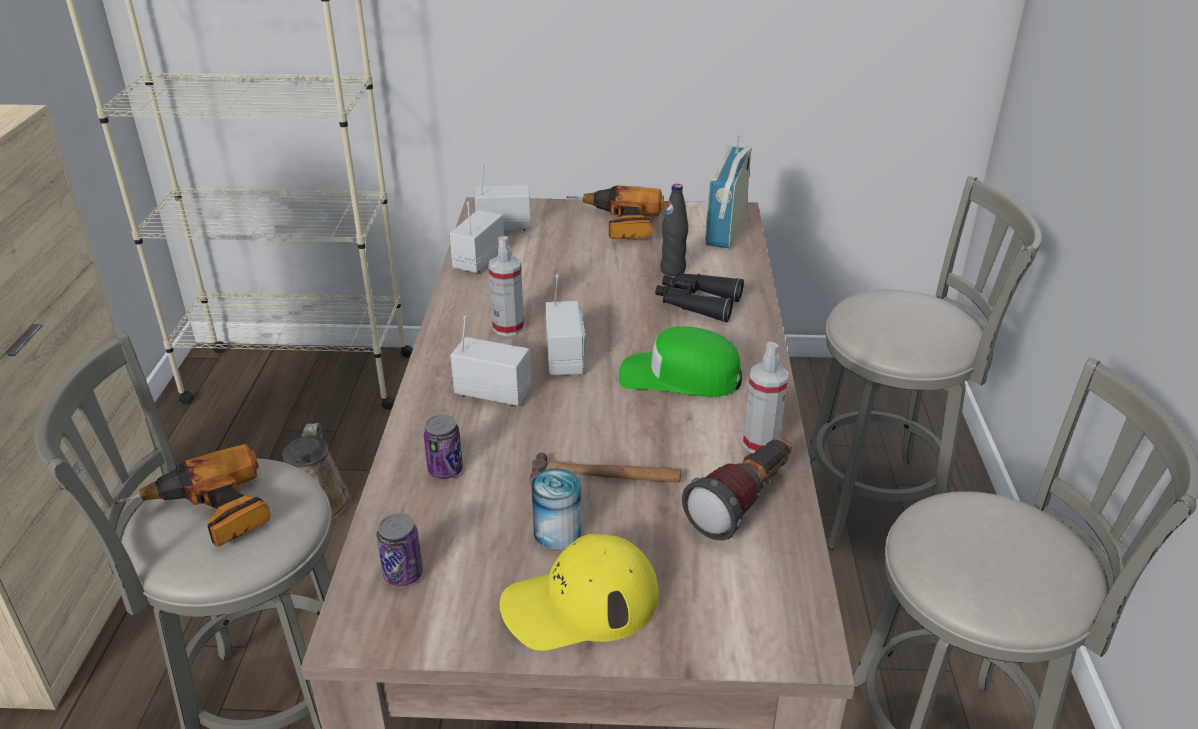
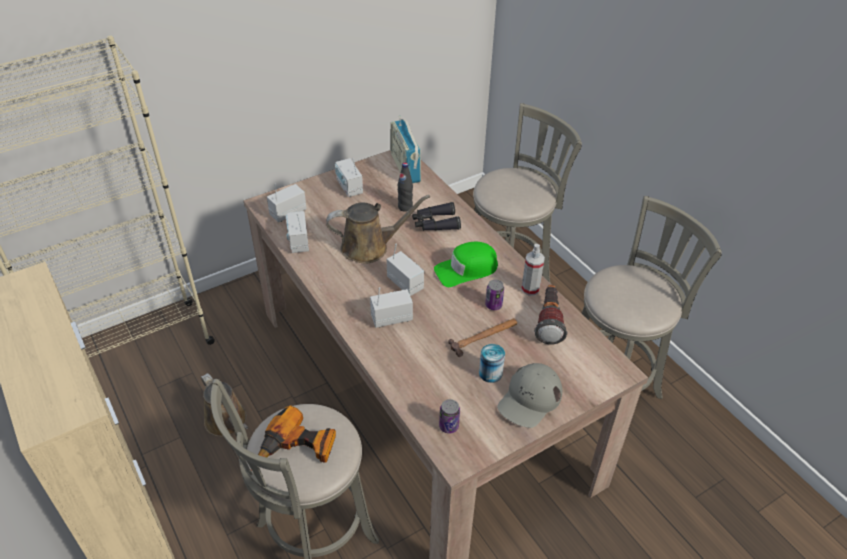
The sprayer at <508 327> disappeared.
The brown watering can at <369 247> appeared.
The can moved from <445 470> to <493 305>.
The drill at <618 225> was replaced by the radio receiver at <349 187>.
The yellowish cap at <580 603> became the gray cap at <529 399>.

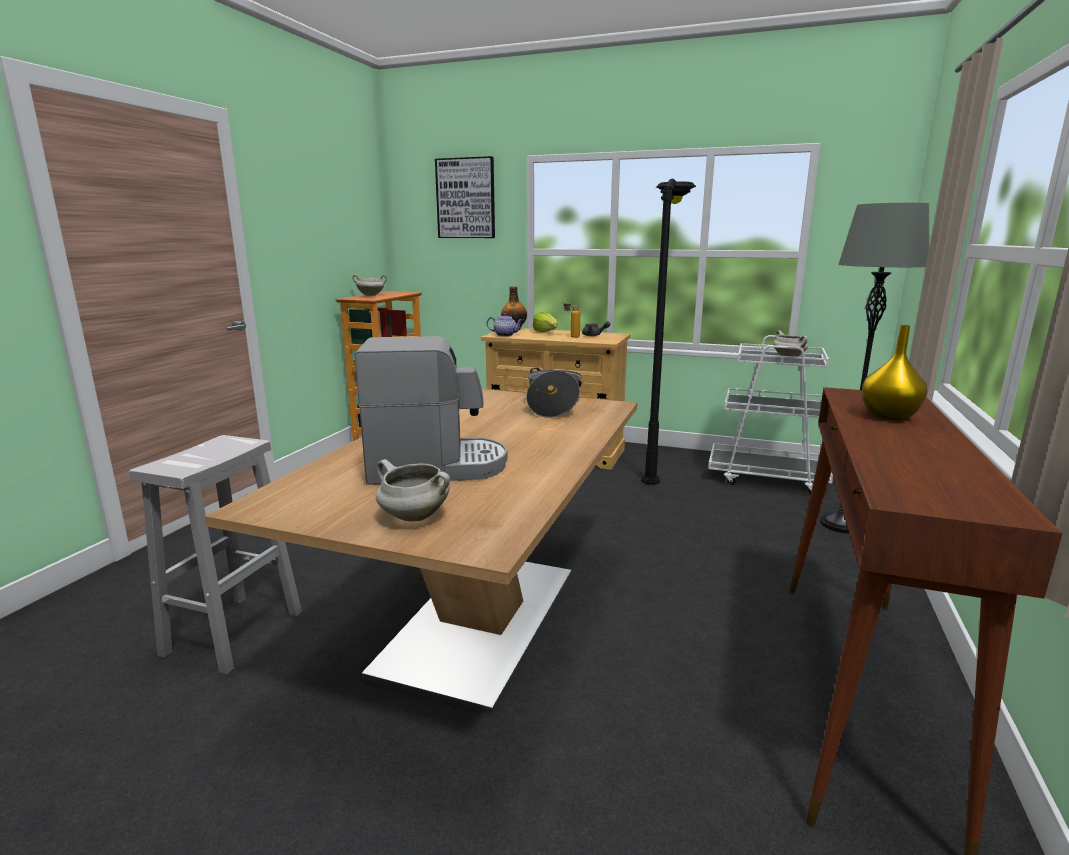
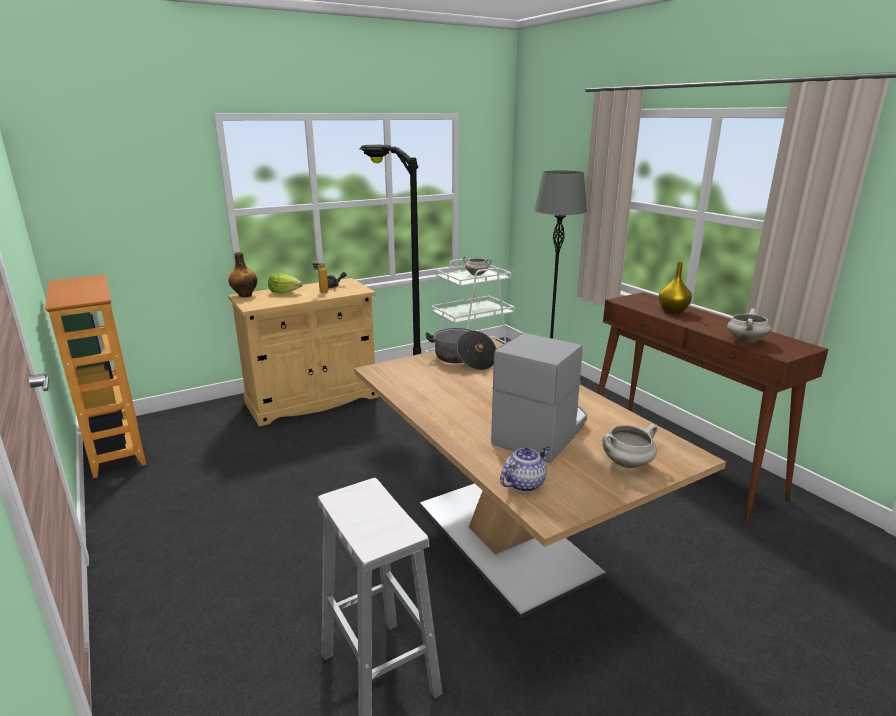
The picture at <466 198> disappeared.
The white saucepot moved from <371 295> to <745 340>.
The tea pot moved from <505 335> to <524 483>.

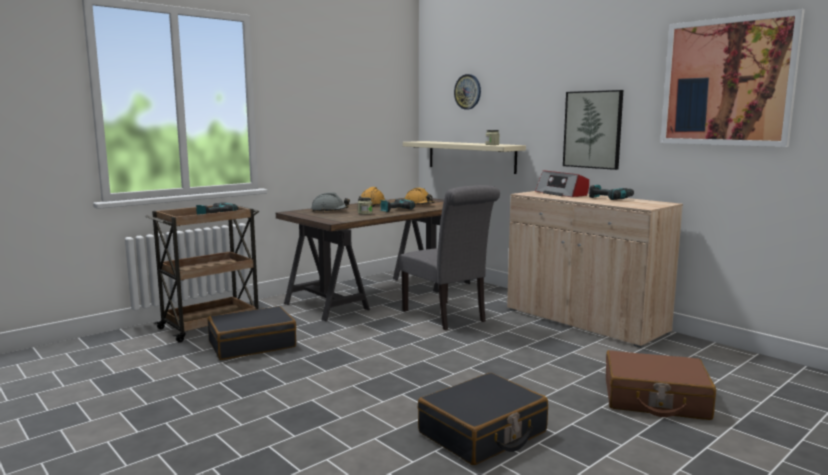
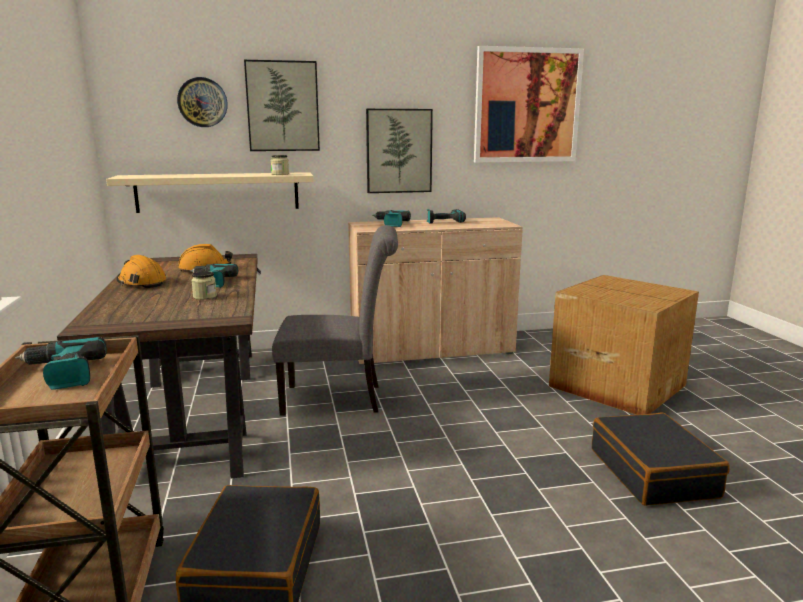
The gray hard hat at <330 211> disappeared.
The picture at <282 106> appeared.
The radio receiver at <562 194> was replaced by the drill at <391 224>.
The brown piece of luggage at <655 399> was replaced by the packing box at <616 385>.

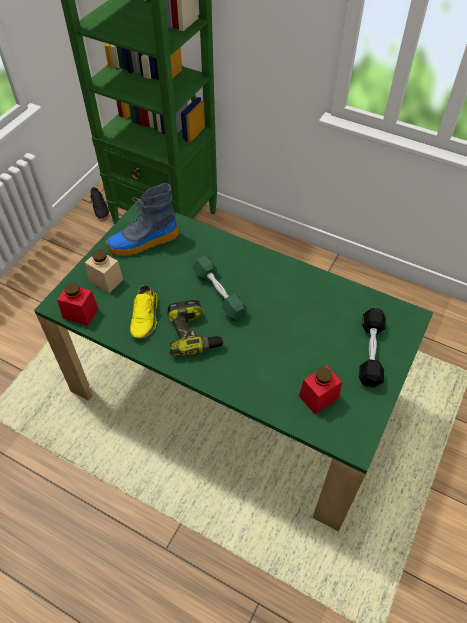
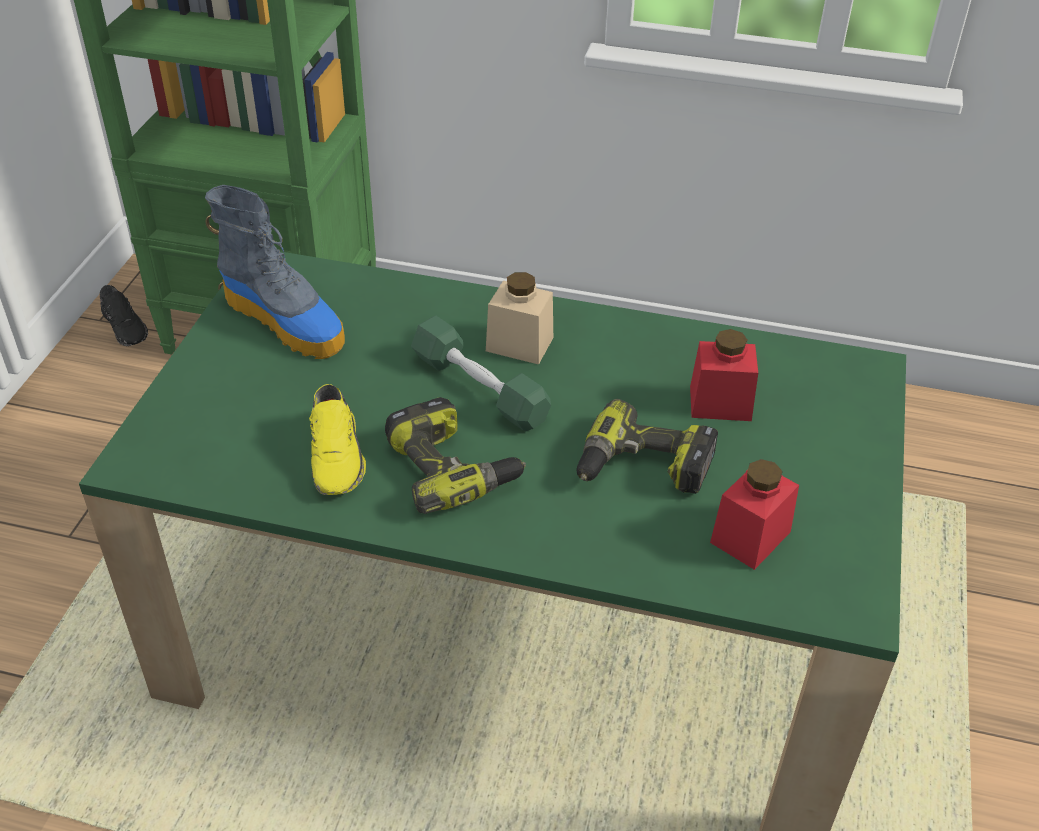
The black-coloured hand weight at <370 352> disappeared.
The drill at <643 468> appeared.
The reddish preserve jar moved from <80 313> to <720 403>.
The beige preserve jar moved from <106 280> to <519 344>.
The tall boot at <143 242> turned 105 degrees counterclockwise.

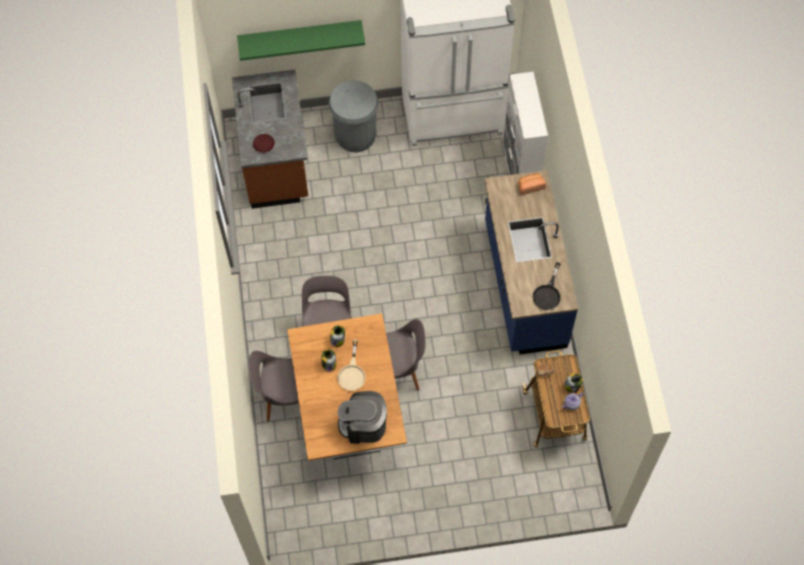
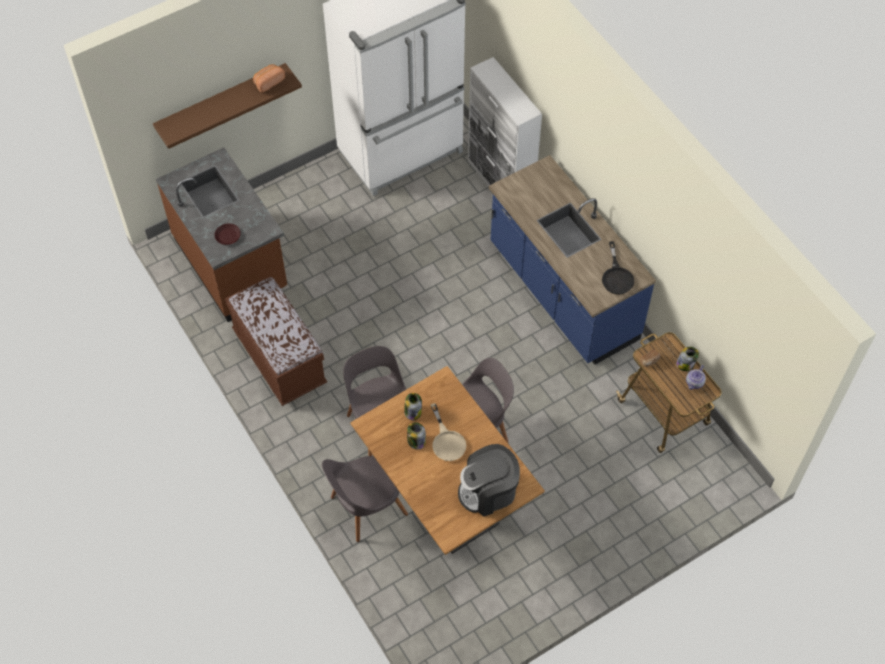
The gray waste bin at <355 135> disappeared.
The brown bench at <279 358> appeared.
The baked bread moved from <530 186> to <268 82>.
The green-coloured shelf at <300 34> became the brown shelf at <221 102>.

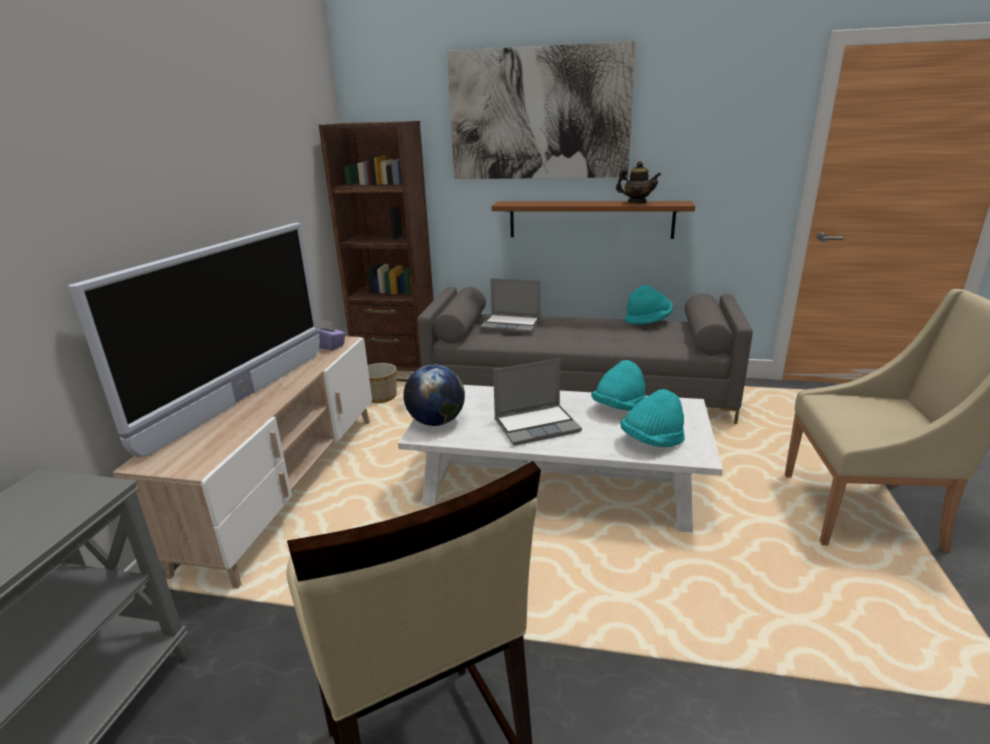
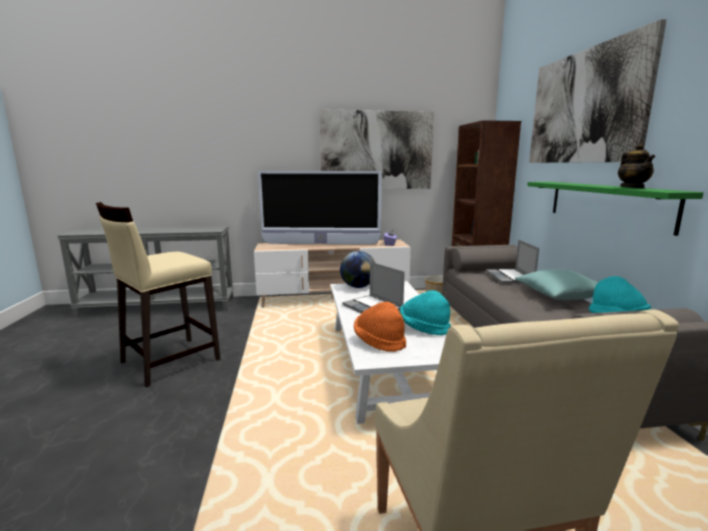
The picture at <376 150> appeared.
The blue-green throw pillow at <561 296> appeared.
The brown shelf at <590 219> became the green-coloured shelf at <606 204>.
The blue-green clothing hat at <651 441> became the orange clothing hat at <379 342>.

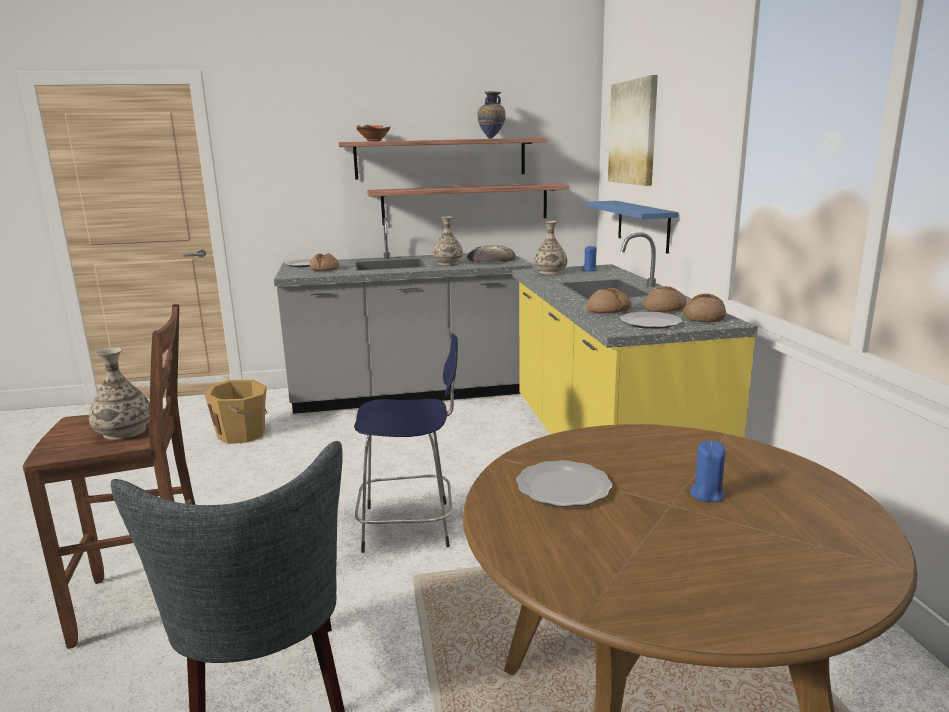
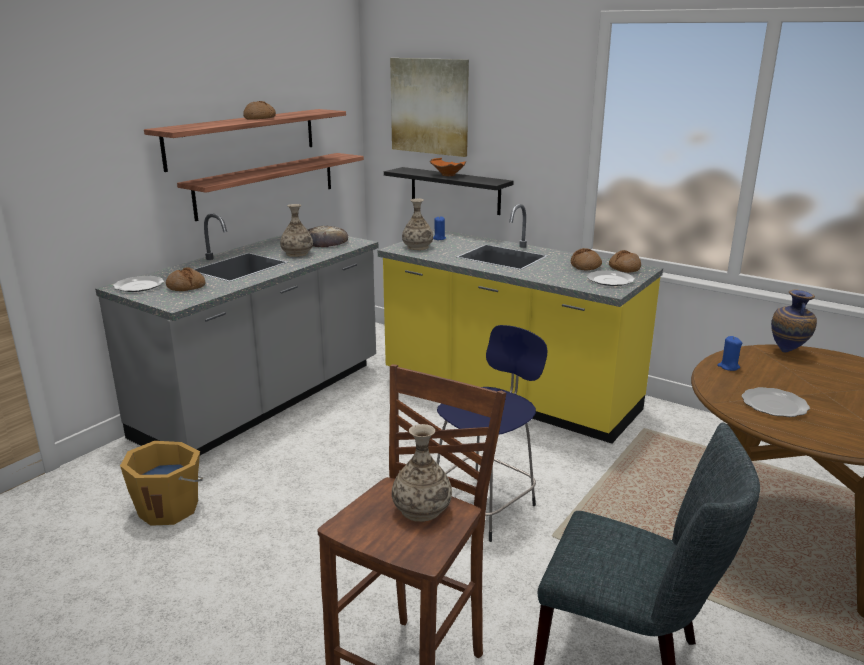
The orange serving bowl moved from <372 141> to <447 175>.
The vase moved from <491 138> to <788 352>.
The baked bread moved from <608 310> to <260 118>.
The bluish wax candle moved from <706 494> to <728 367>.
The bluish shelf at <643 225> became the black-coloured shelf at <455 190>.

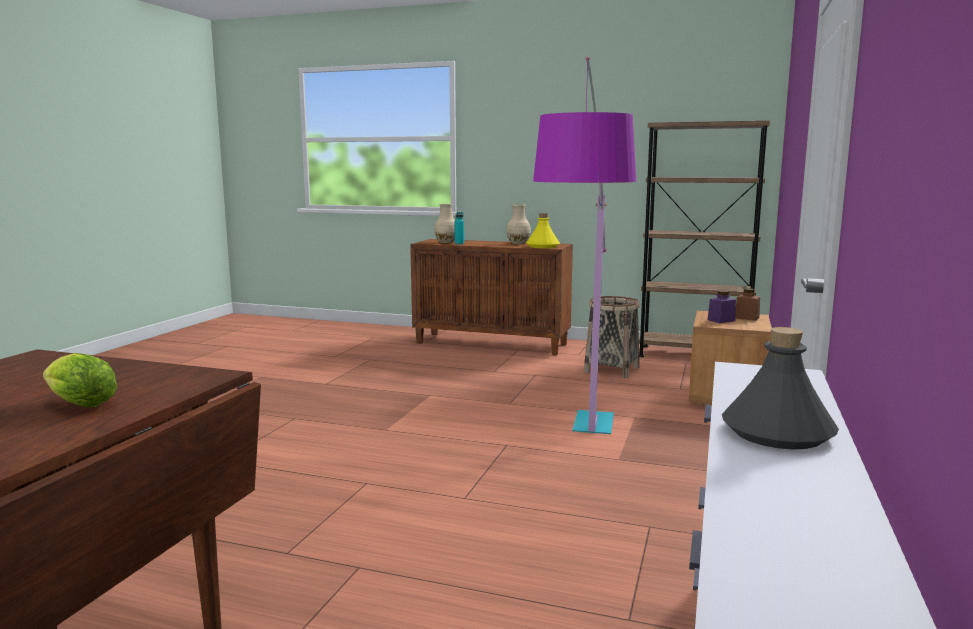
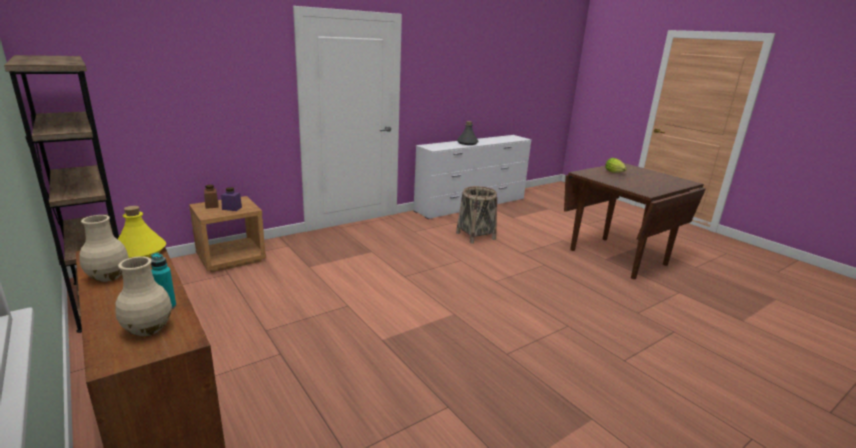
The floor lamp at <584 464> disappeared.
The storage basket moved from <611 370> to <476 236>.

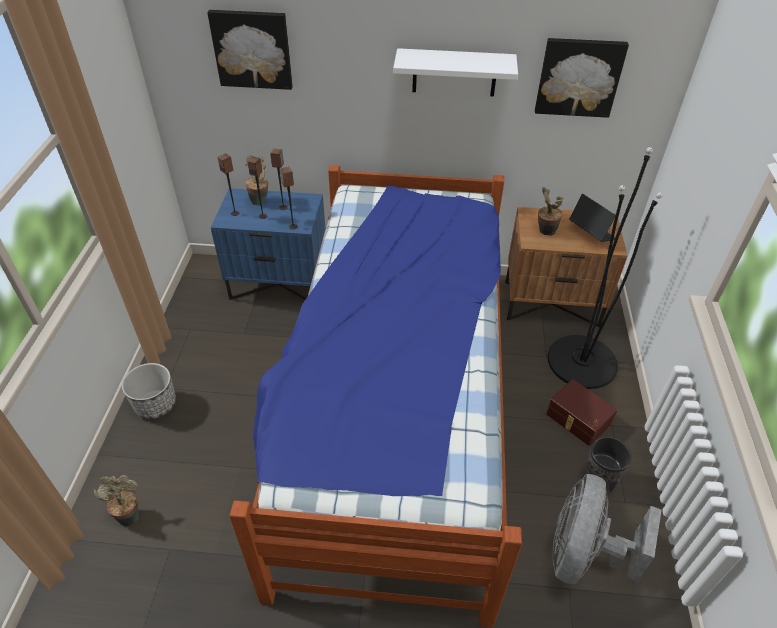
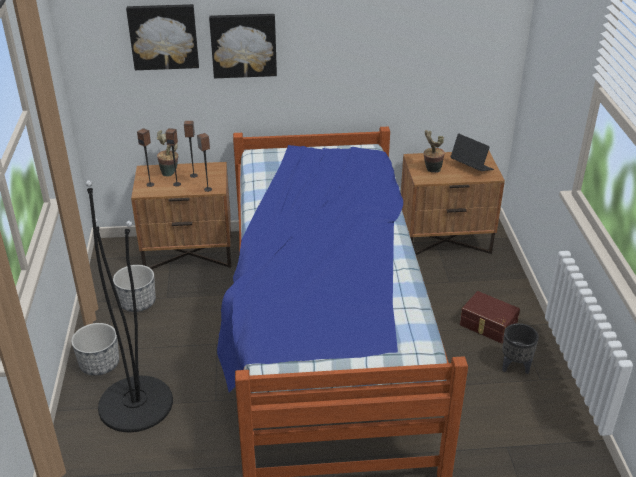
The potted plant at <129 515> disappeared.
The white shelf at <454 72> disappeared.
The gray electric fan at <583 553> disappeared.
The plant pot at <138 303> appeared.
The picture moved from <578 77> to <243 45>.
The black-coloured floor lamp moved from <582 361> to <135 404>.
The bluish nightstand at <279 283> became the brown nightstand at <189 253>.

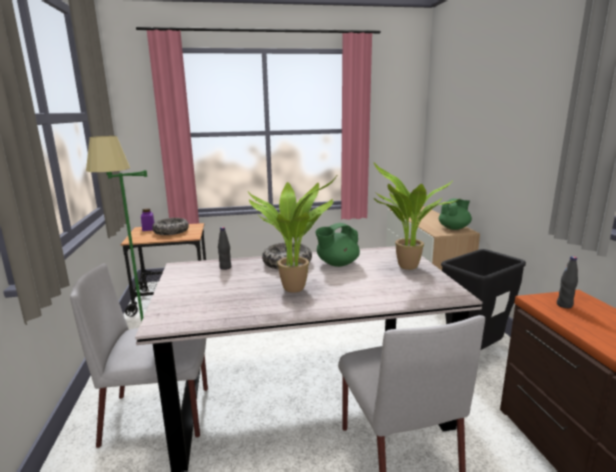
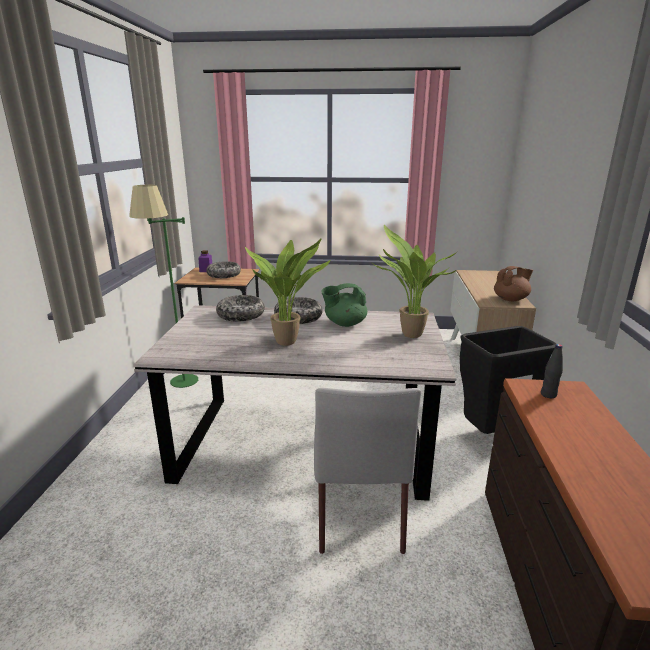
The gray upright chair at <159 415> disappeared.
The black-coloured bottle at <225 267> was replaced by the serving bowl at <241 315>.
The green-coloured tea pot at <454 228> became the brown tea pot at <511 299>.

